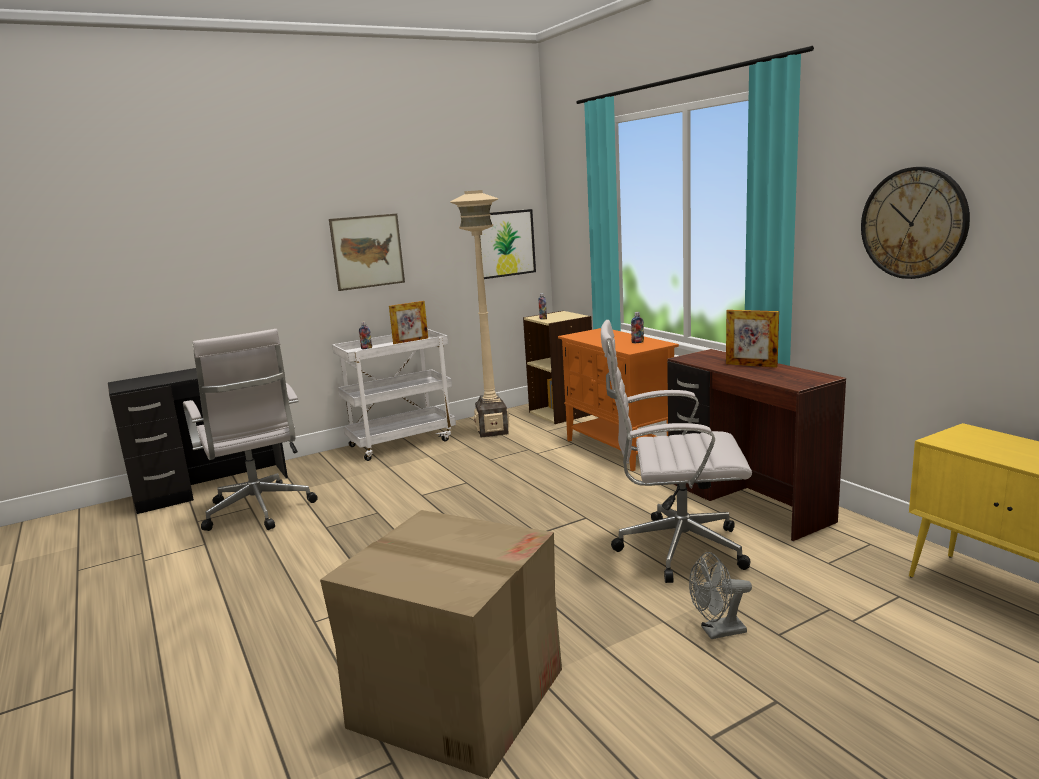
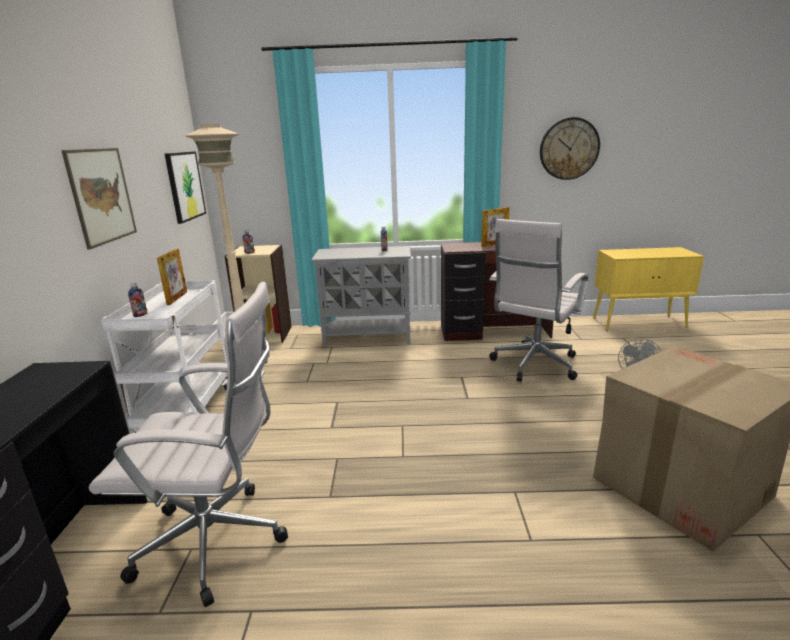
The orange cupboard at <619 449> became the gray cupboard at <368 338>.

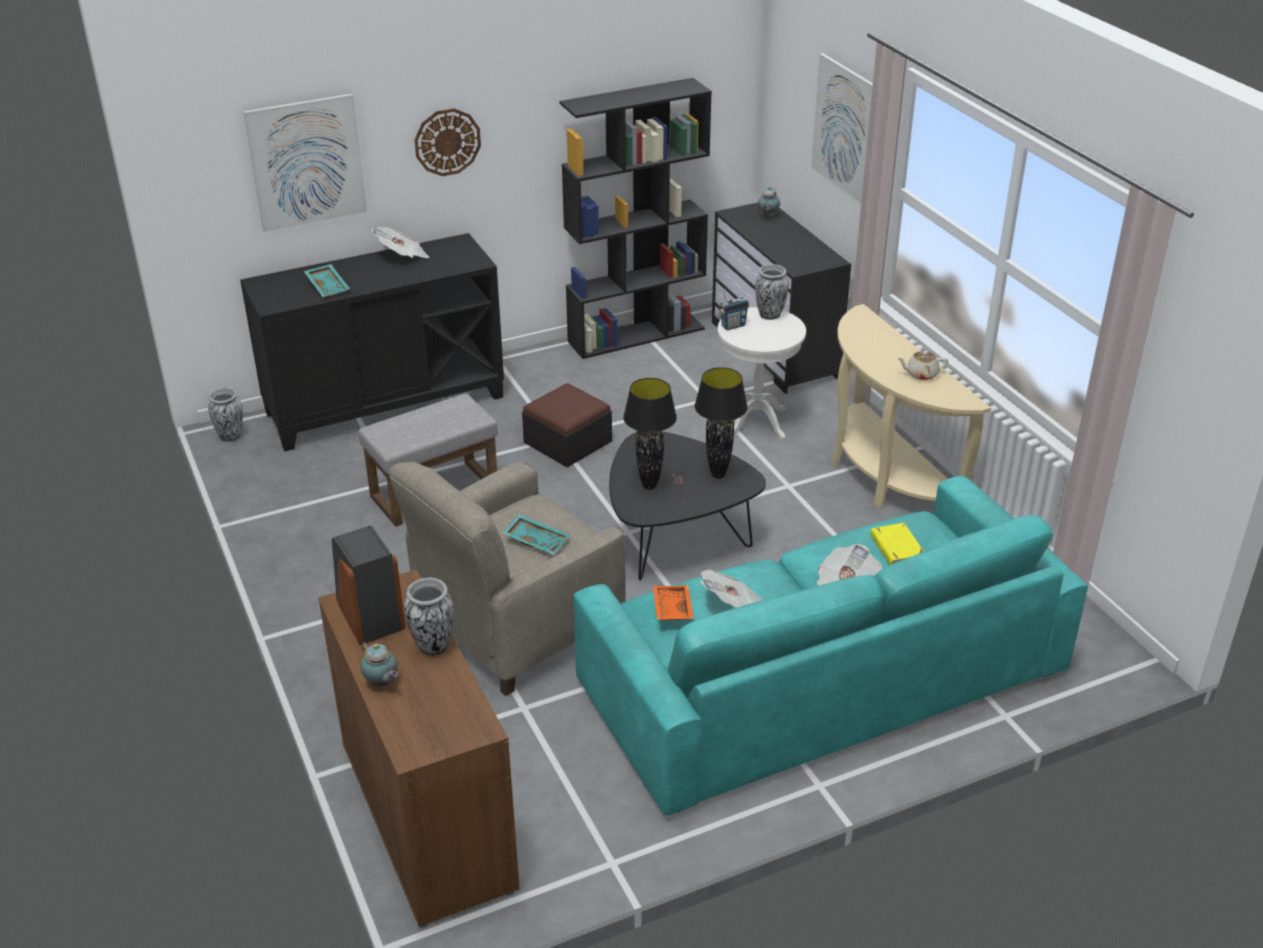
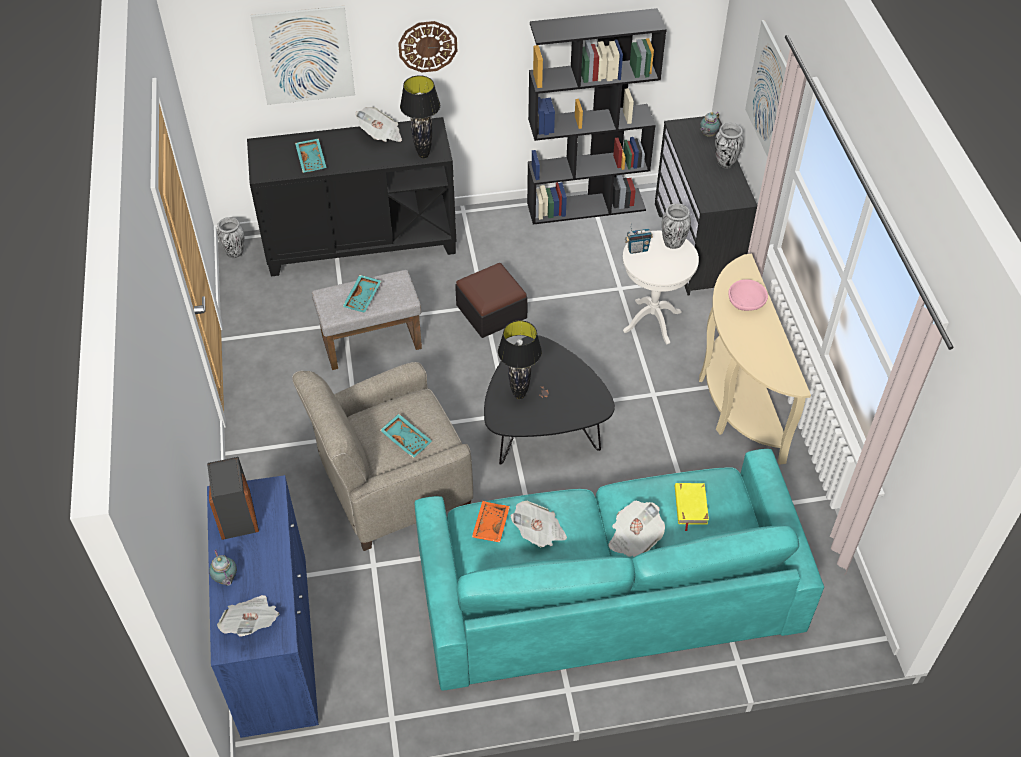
The beige tea pot at <921 374> disappeared.
The printed paper at <252 623> appeared.
The blue-green carrying tray at <363 298> appeared.
The pink-coloured serving bowl at <745 304> appeared.
The vase moved from <432 647> to <725 163>.
The black-coloured lamp for a table moved from <718 475> to <424 155>.
The brown cupboard at <427 816> became the bluish cupboard at <275 644>.

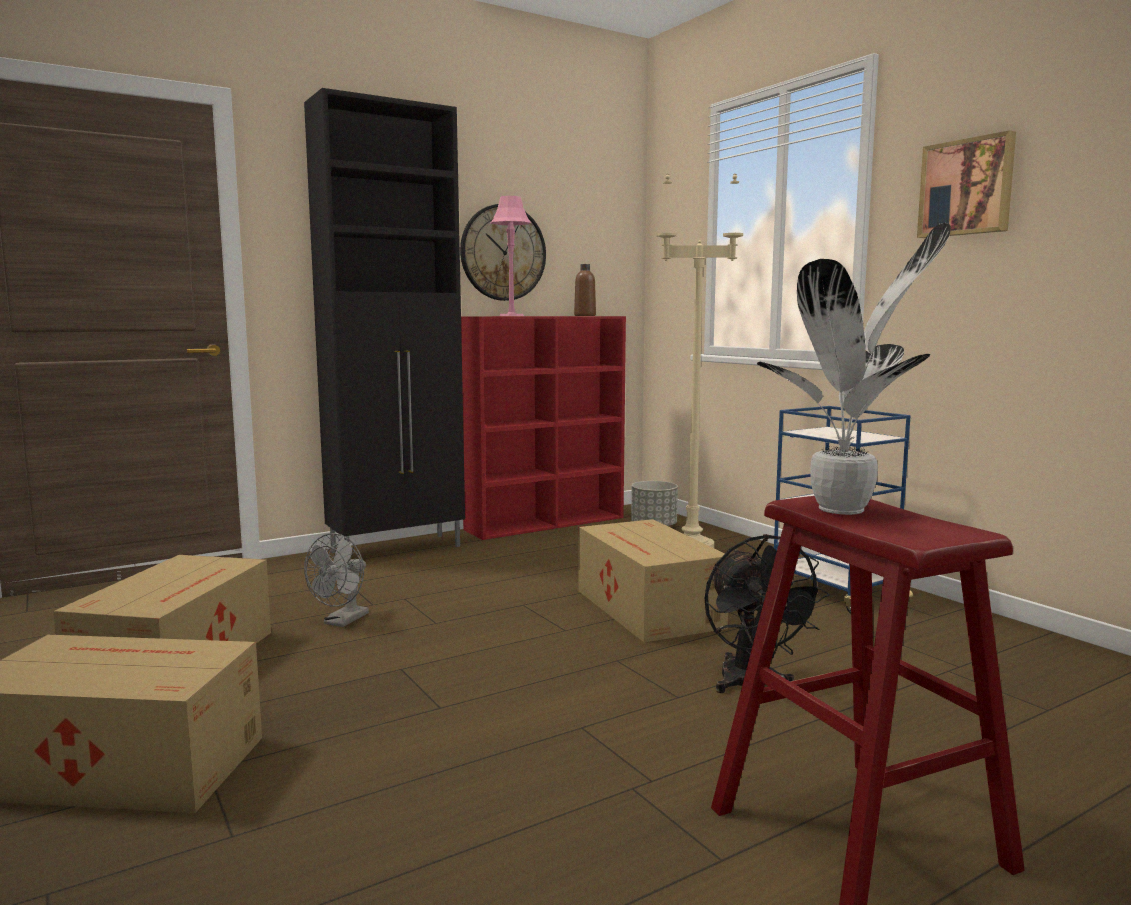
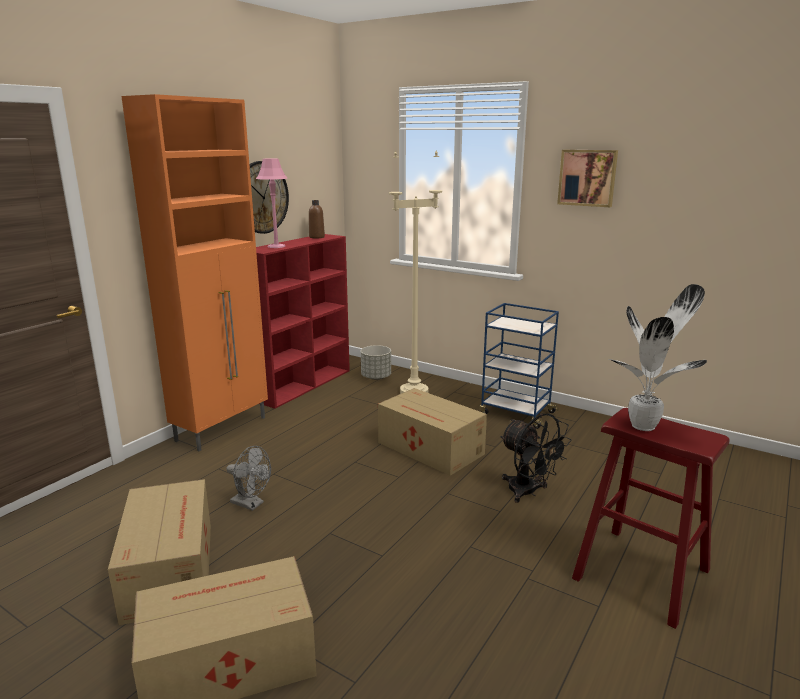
The black-coloured cupboard at <398 549> became the orange cupboard at <223 428>.
The gray electric fan at <342 621> turned 60 degrees counterclockwise.

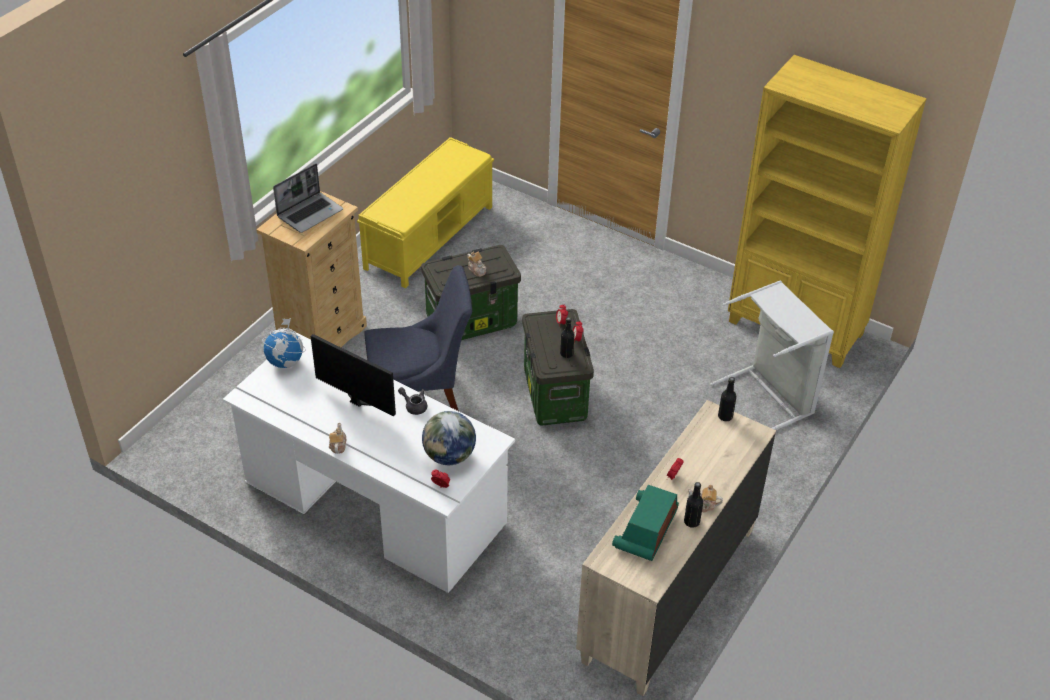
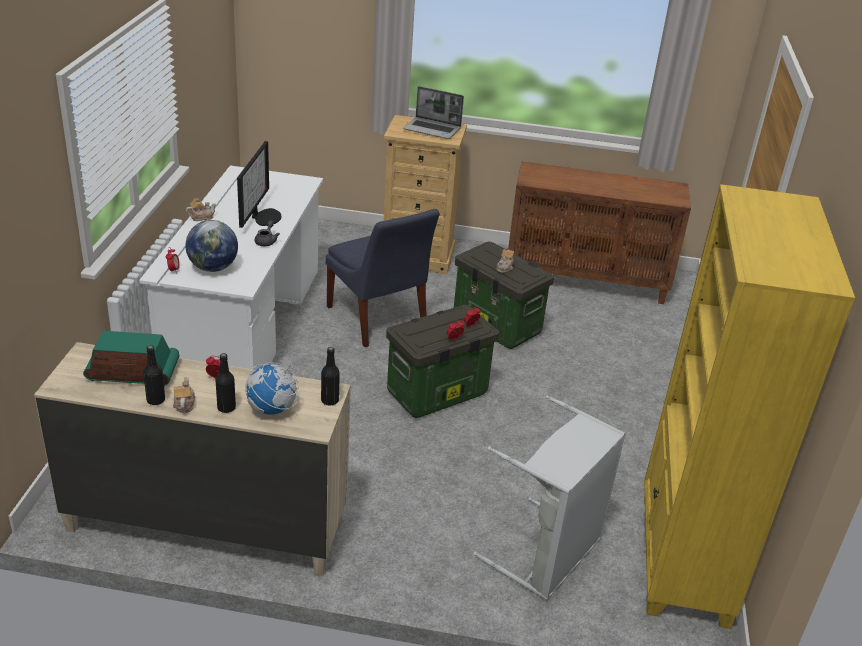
The desk globe moved from <286 362> to <272 409>.
The black-coloured bottle moved from <566 354> to <226 408>.
The yellowish bench at <430 236> was replaced by the brown cupboard at <586 280>.

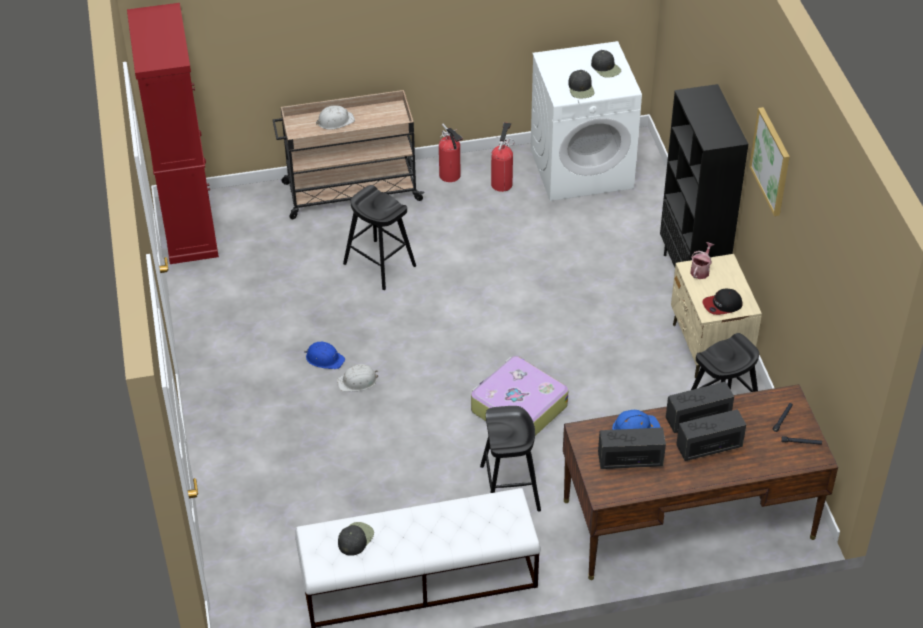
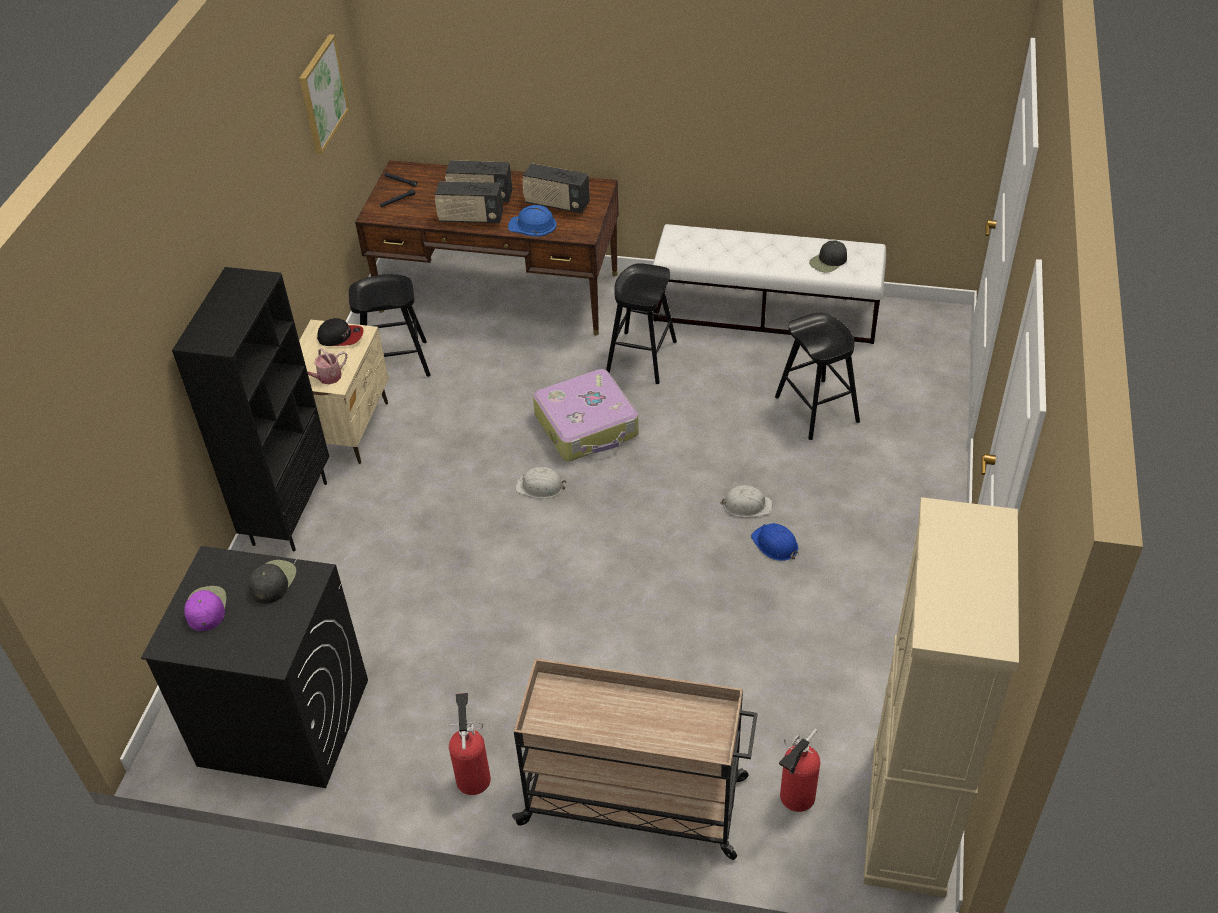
The white hard hat moved from <335 121> to <540 486>.
The black-coloured stool moved from <379 265> to <816 409>.
The fire extinguisher moved from <502 183> to <795 799>.
The picture moved from <771 161> to <322 94>.
The reddish cupboard at <189 227> became the beige cupboard at <907 818>.
The white laundry machine at <582 168> became the black-coloured laundry machine at <282 722>.
The black-coloured cap at <606 68> became the purple cap at <206 608>.

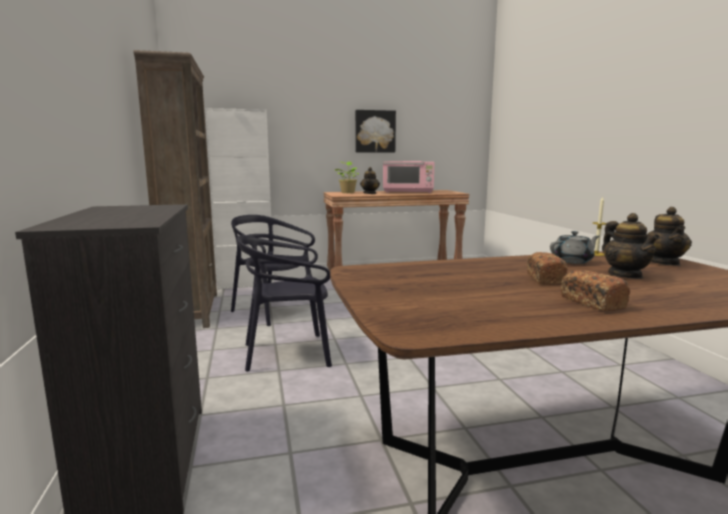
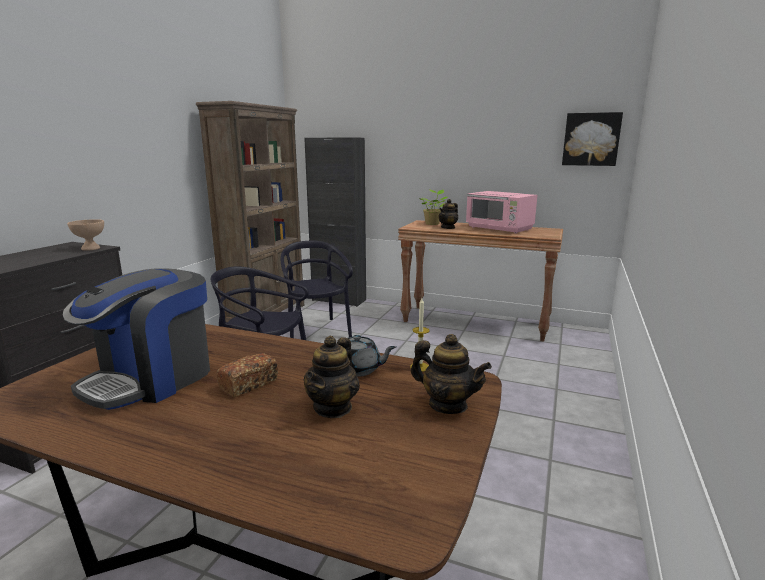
The baked bread at <592 302> disappeared.
The coffee brewer at <152 379> appeared.
The beige serving bowl at <91 248> appeared.
The picture moved from <375 131> to <591 139>.
The white cupboard at <246 285> became the black-coloured cupboard at <339 300>.
The tea pot at <664 262> turned 105 degrees counterclockwise.

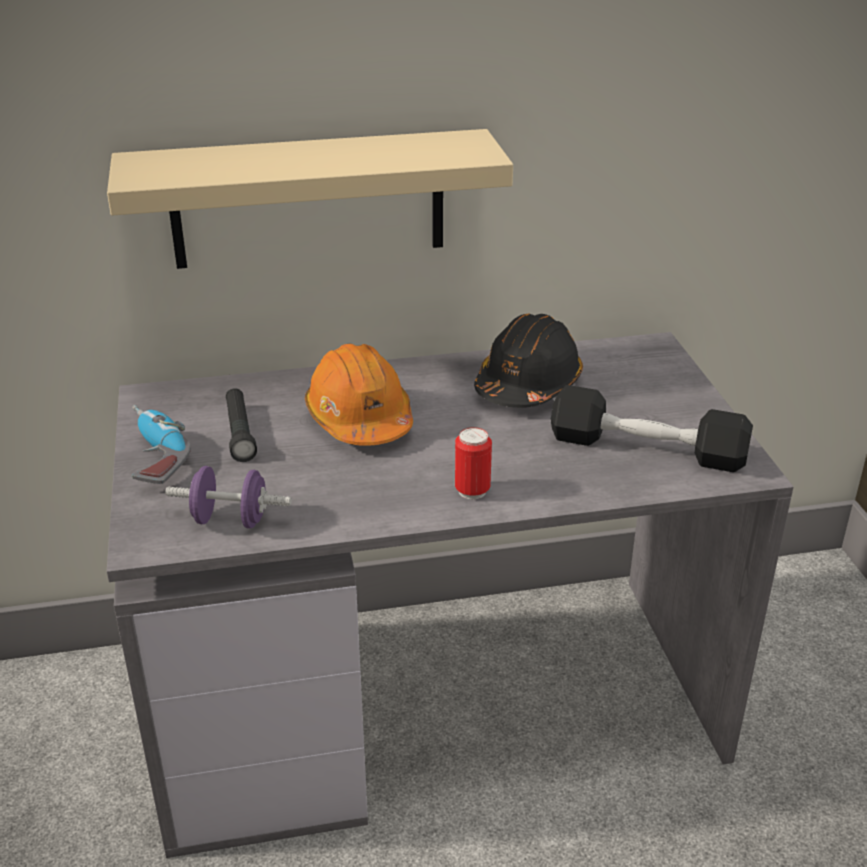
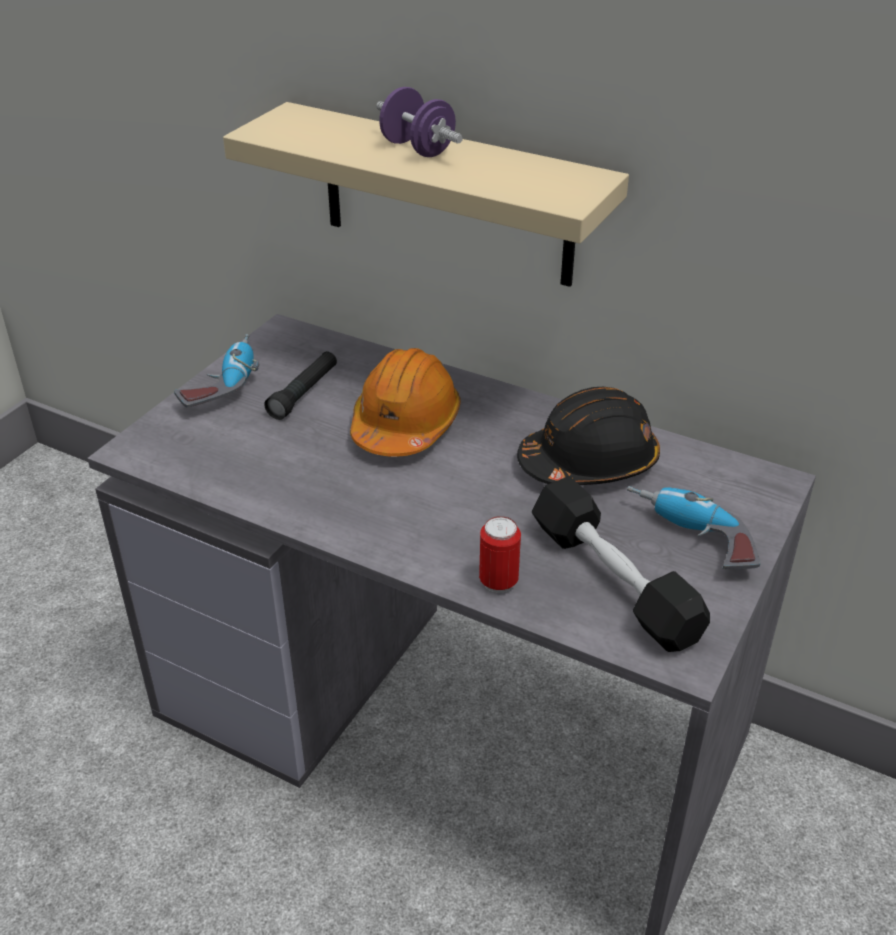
The drill at <689 539> appeared.
The purple hand weight moved from <230 520> to <417 149>.
The can moved from <472 491> to <498 582>.

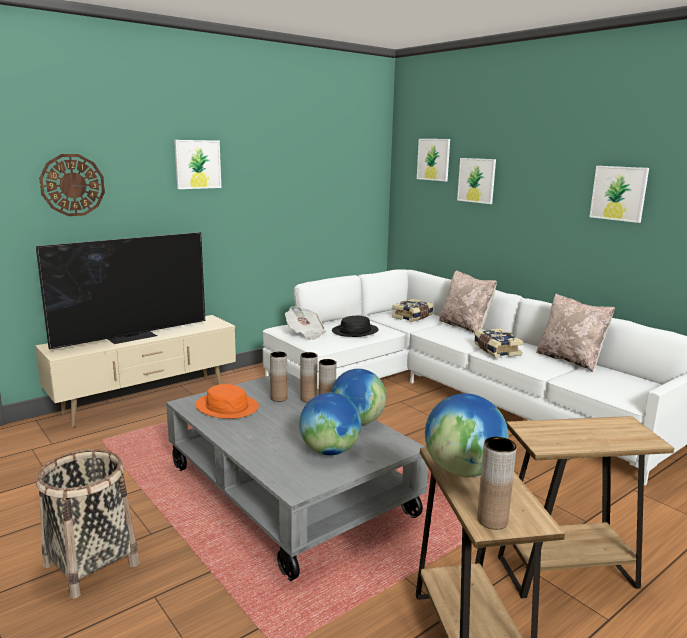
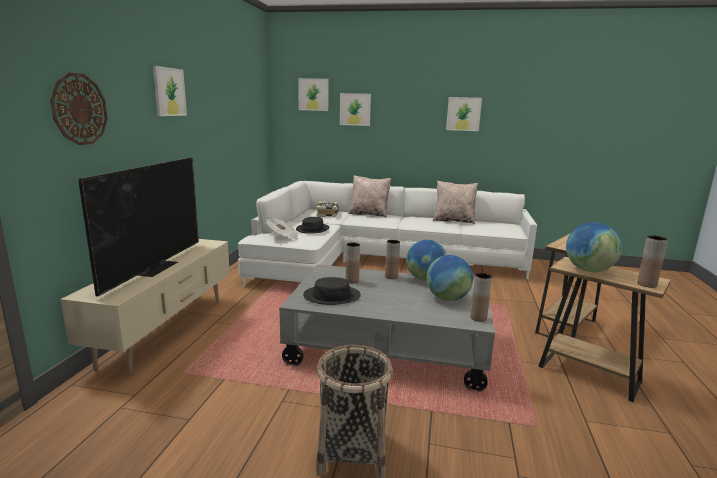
The book at <496 350> disappeared.
The brown vase moved from <308 399> to <478 318>.
The orange clothing hat at <227 407> became the black-coloured clothing hat at <332 296>.

